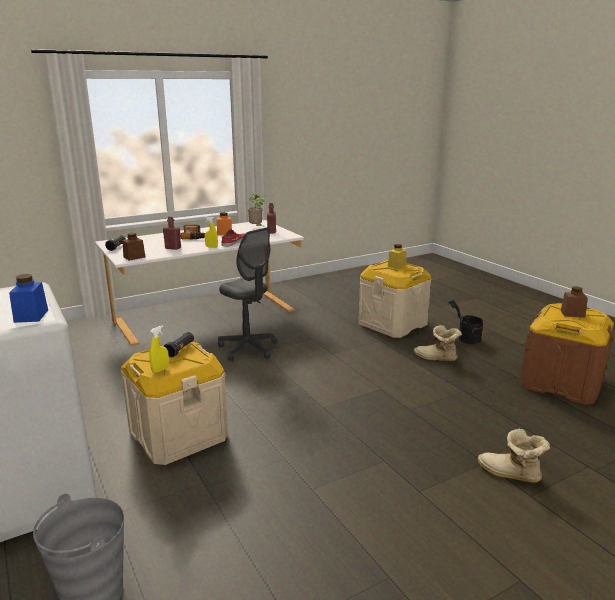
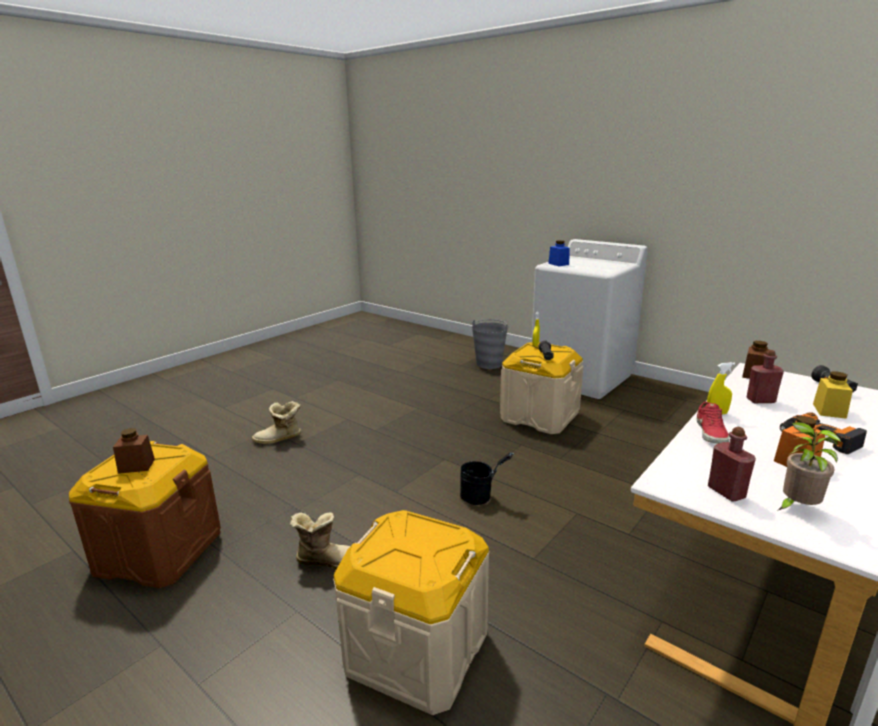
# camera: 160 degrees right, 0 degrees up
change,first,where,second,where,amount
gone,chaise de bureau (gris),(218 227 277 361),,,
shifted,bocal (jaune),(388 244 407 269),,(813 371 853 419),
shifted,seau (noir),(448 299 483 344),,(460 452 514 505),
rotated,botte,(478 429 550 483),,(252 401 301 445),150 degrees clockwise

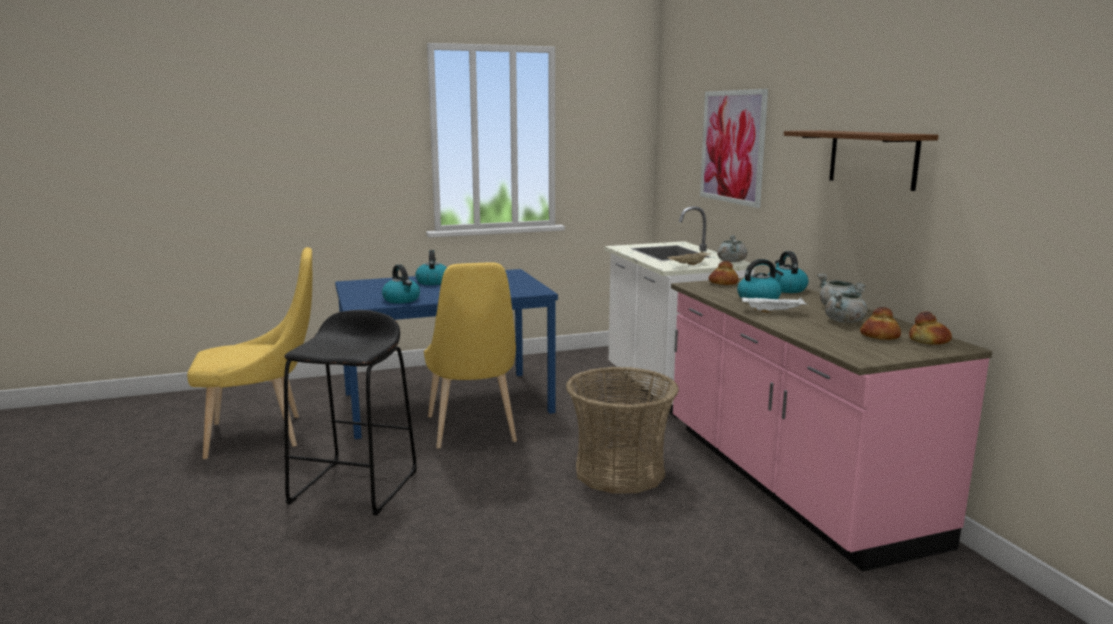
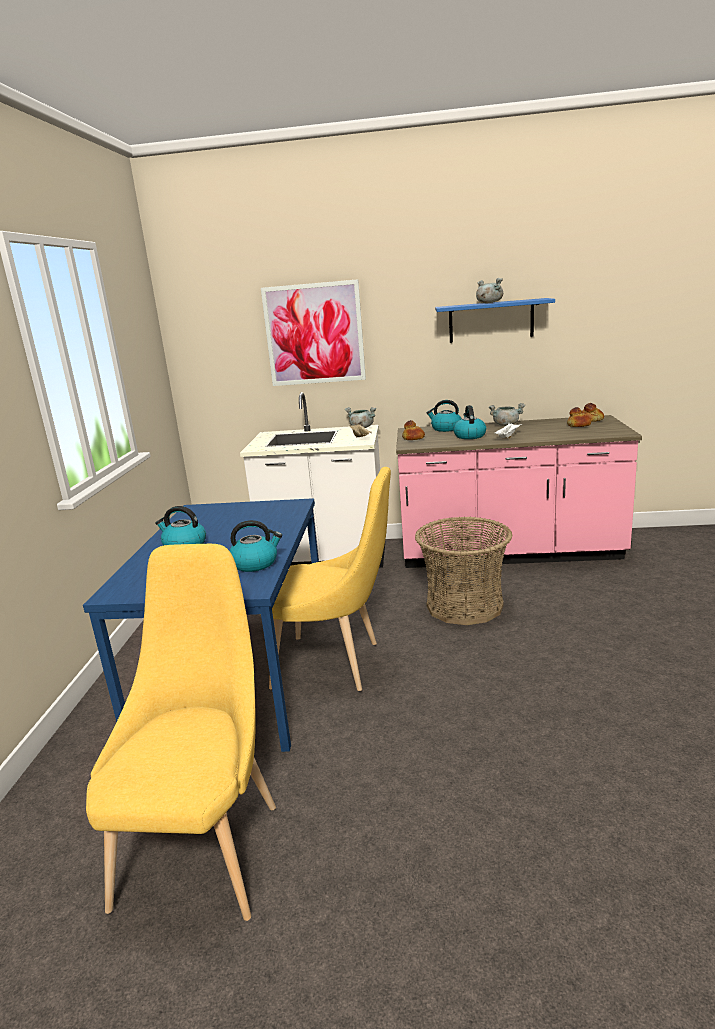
# camera: 65 degrees left, 5 degrees up
change,first,where,second,where,amount
gone,tabouret (noir),(284 310 417 516),,,
shifted,marmite (gris),(825 287 867 323),,(476 278 503 303),
repainted,étagère (marron),(784 131 939 191),étagère (bleu),(435 298 555 343),

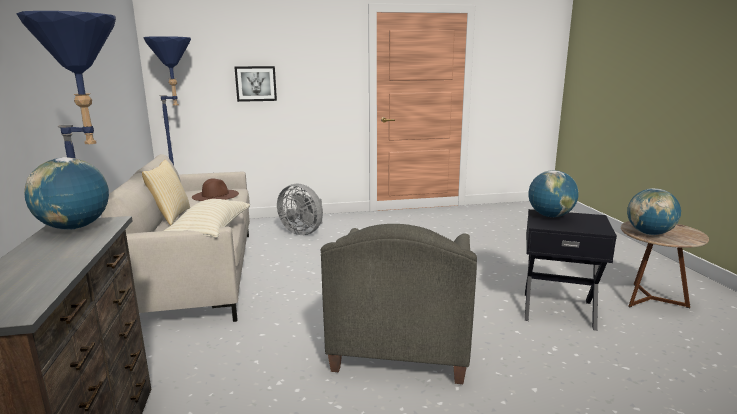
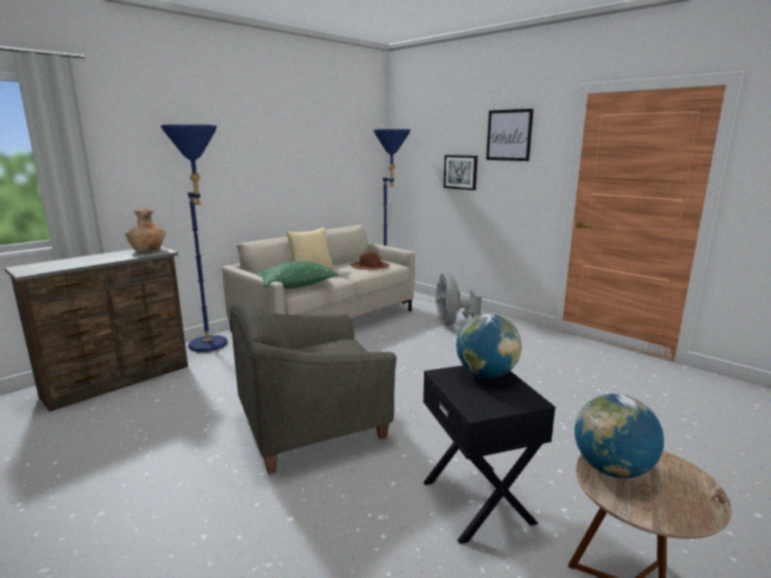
# camera: 55 degrees right, 0 degrees up
change,first,where,second,where,amount
new,,,tableau,(486 109 534 161),
swapped,globe,(24 157 109 230),vase (marron),(125 209 165 252),
repainted,coussin (beige),(164 199 250 238),coussin (vert),(256 261 339 288),

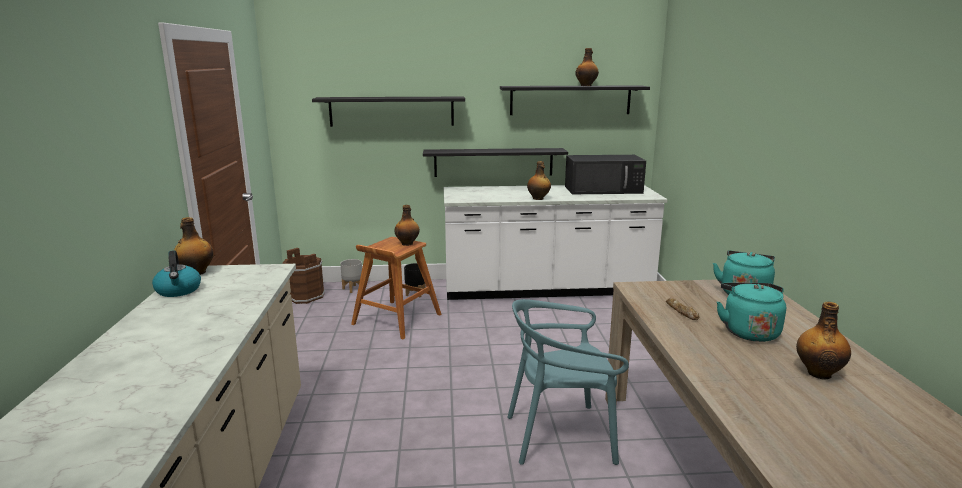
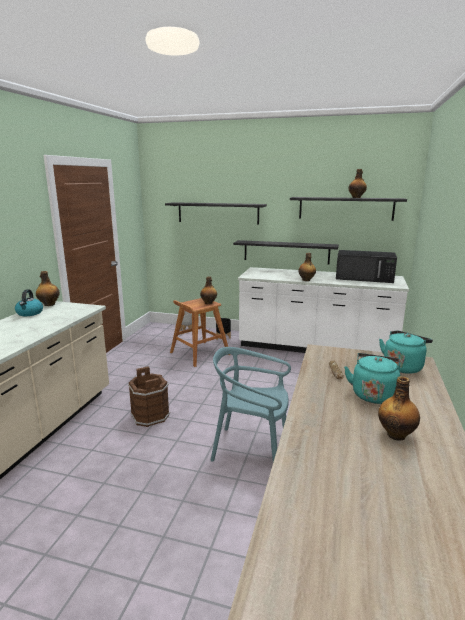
# camera: 20 degrees right, 0 degrees up
change,first,where,second,where,amount
shifted,seau (marron),(282 248 325 304),,(128 366 170 427),

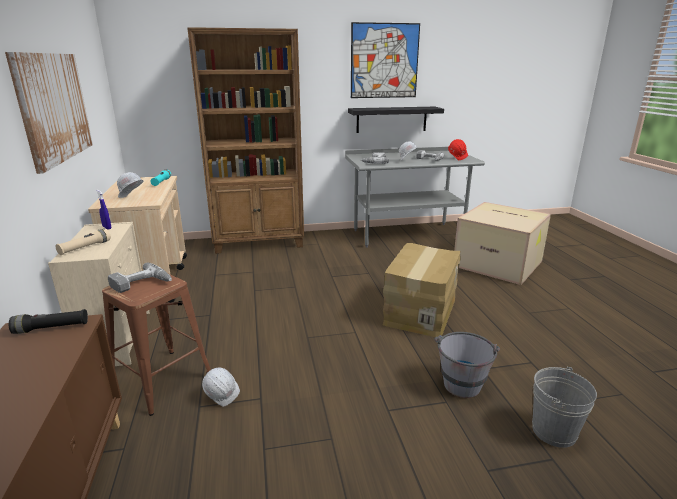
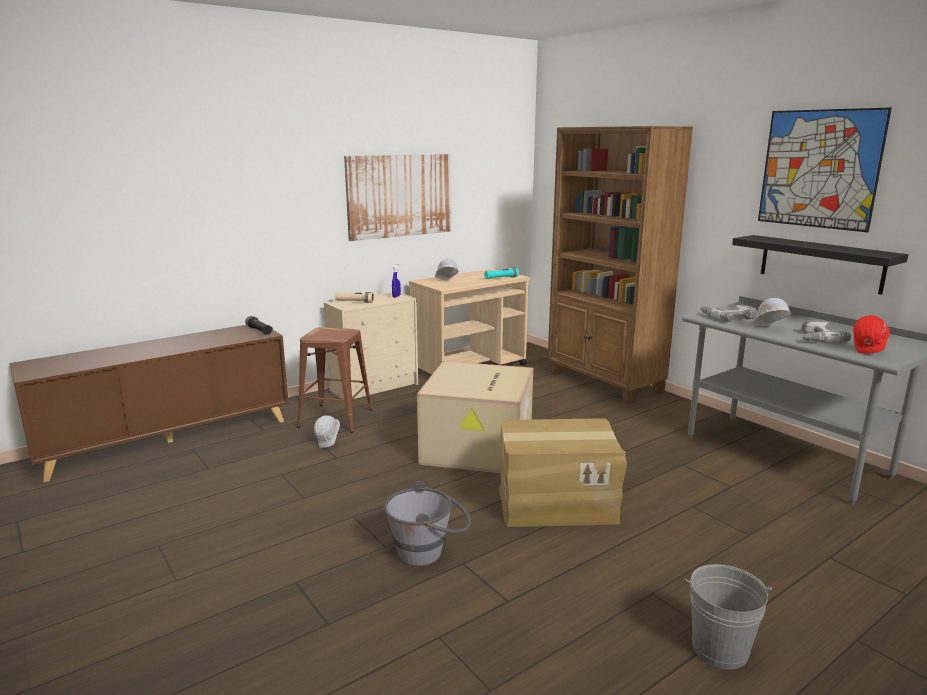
# camera: 65 degrees right, 5 degrees down
change,first,where,second,where,amount
gone,perceuse,(108 263 172 293),,,
shifted,carton,(454 202 551 285),,(417 361 533 473),
shifted,seau (gris),(532 367 597 448),,(685 564 772 669),

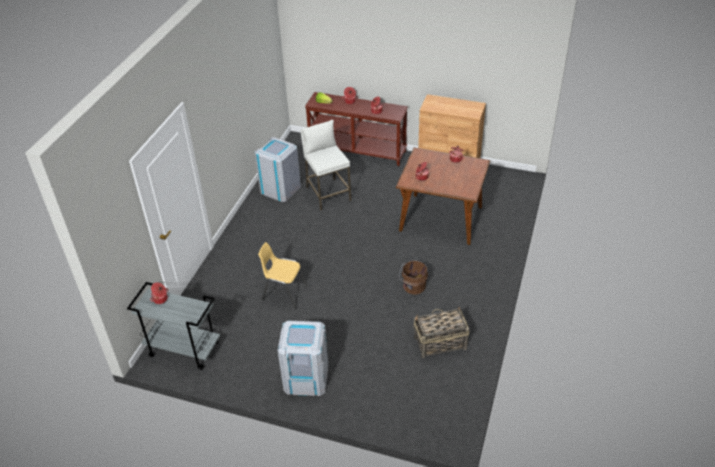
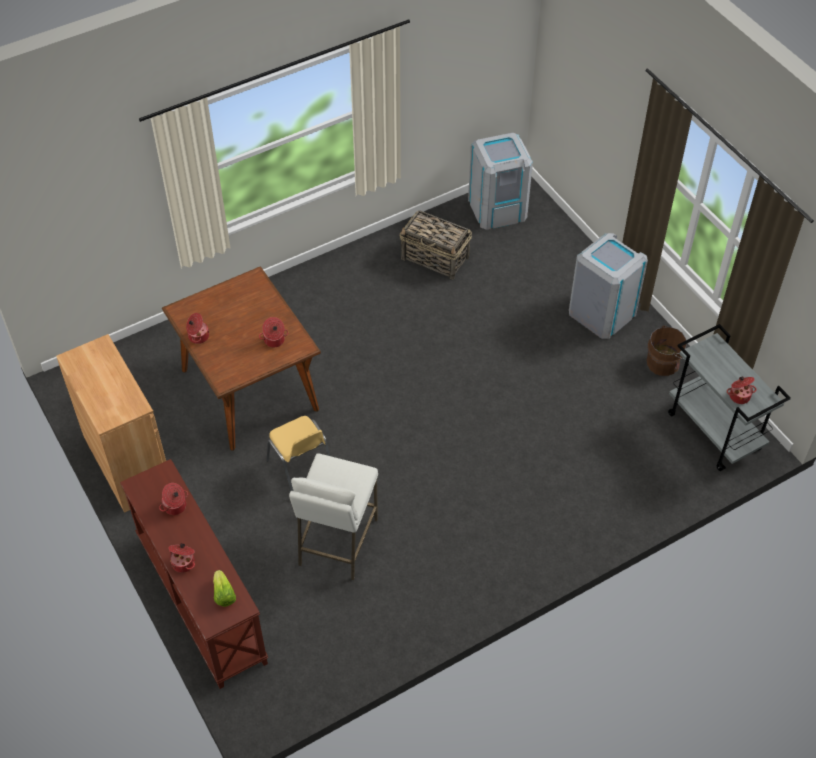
# camera: 140 degrees left, 10 degrees up
change,first,where,second,where,amount
shifted,poubelle (gris),(255 137 301 202),,(468 133 533 230),
shifted,chaise (jaune),(258 242 308 309),,(267 416 330 491),
shifted,seau (marron),(399 260 428 295),,(647 325 687 376),

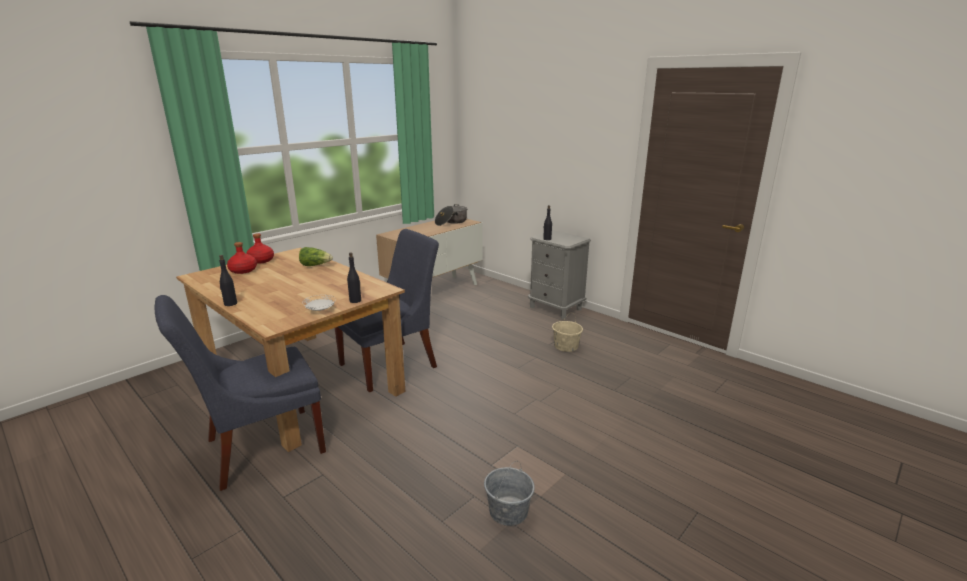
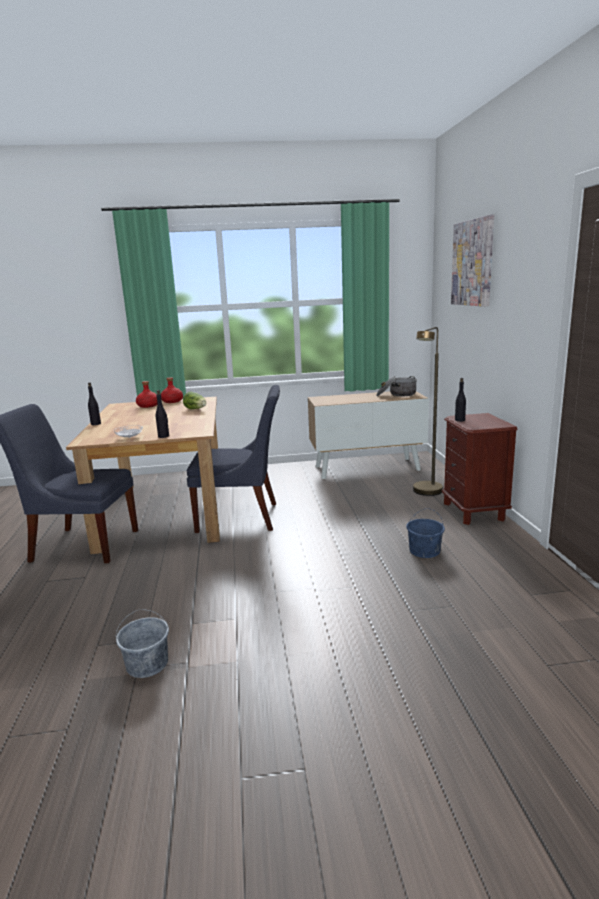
# camera: 40 degrees right, 5 degrees down
change,first,where,second,where,amount
new,,,lampadaire (marron),(413 327 443 496),
new,,,tableau,(451 214 494 307),
repainted,table de chevet (gris),(528 230 591 319),table de chevet (marron),(442 413 518 525),
repainted,seau (beige),(552 317 583 352),seau (bleu),(406 508 445 558),

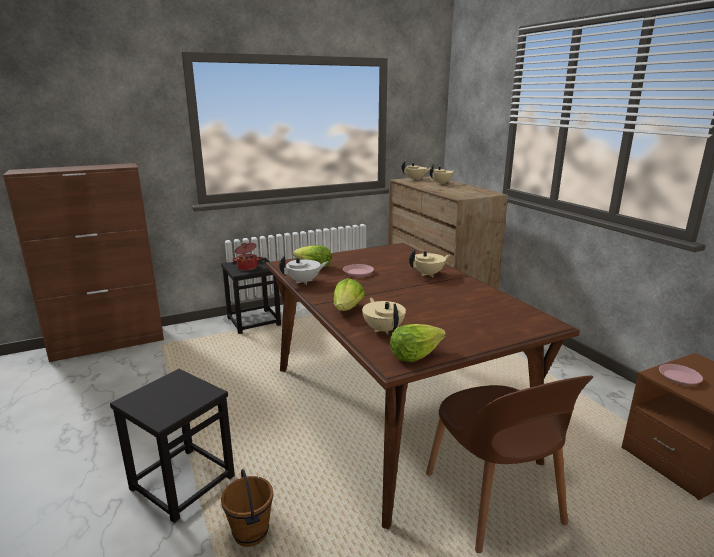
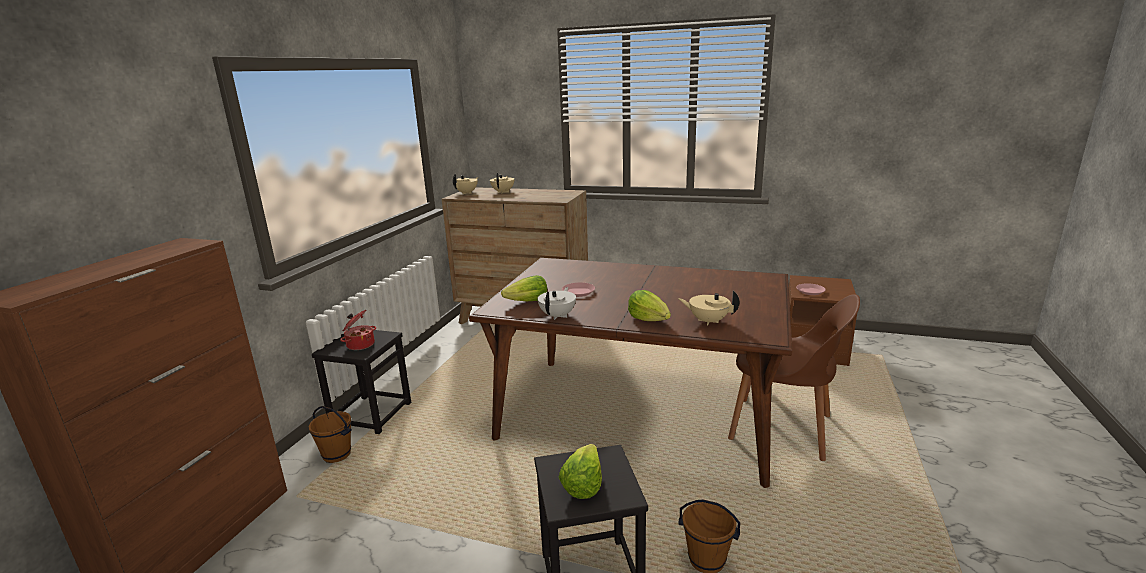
# camera: 45 degrees left, 0 degrees up
change,first,where,second,where,amount
gone,théière (beige),(409 249 450 277),,,
new,,,seau (marron),(309 406 351 463),
shifted,laitue,(390 324 446 362),,(559 444 602 499),

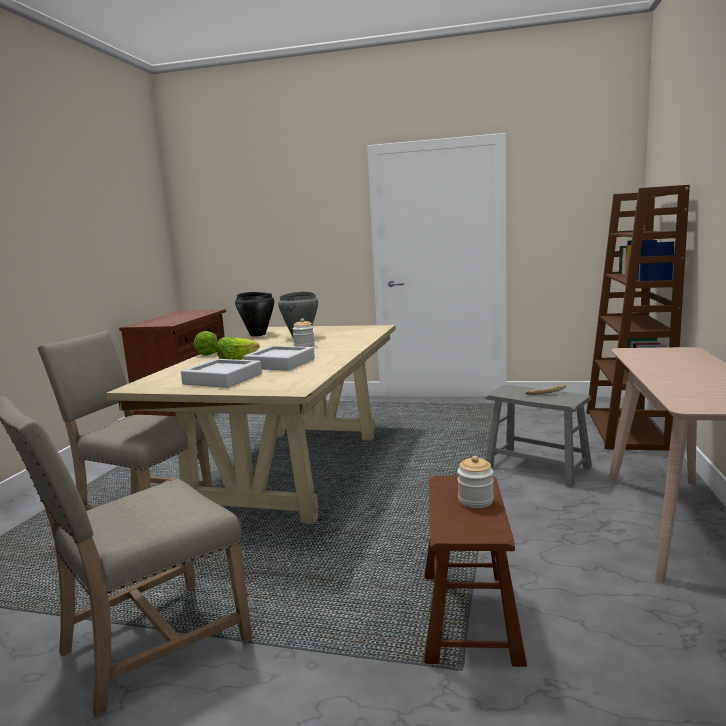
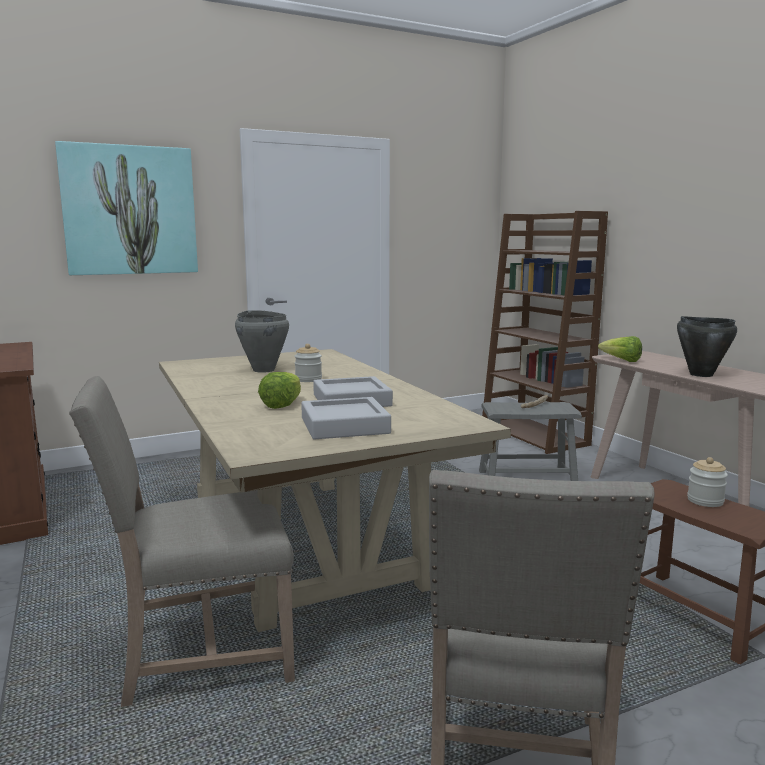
# camera: 40 degrees left, 0 degrees up
change,first,where,second,where,amount
new,,,tableau,(55 141 198 275),
shifted,laitue,(194 331 218 356),,(598 336 642 362),
shifted,marmite (noir),(235 292 274 336),,(677 316 737 377),

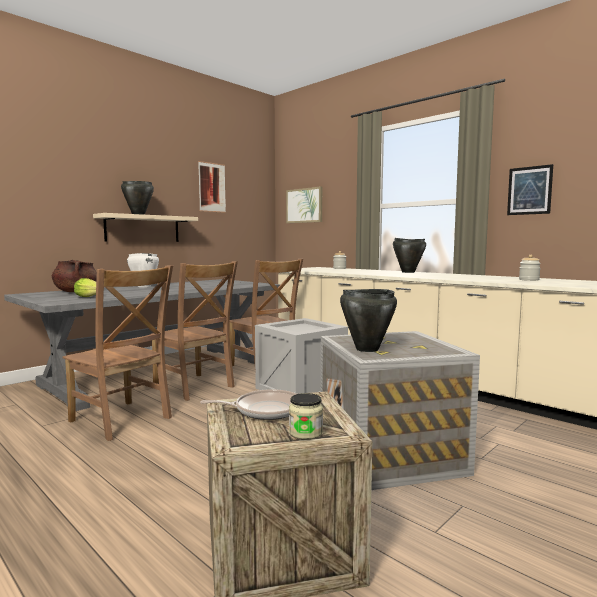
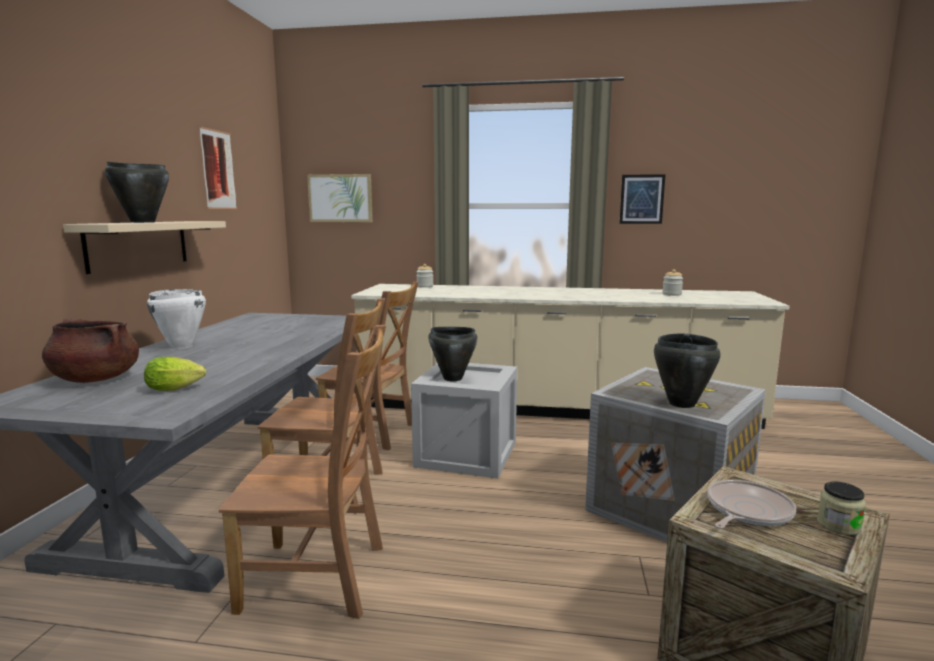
# camera: 35 degrees left, 5 degrees up
change,first,where,second,where,amount
shifted,marmite (noir),(393 238 426 273),,(428 327 478 381),

